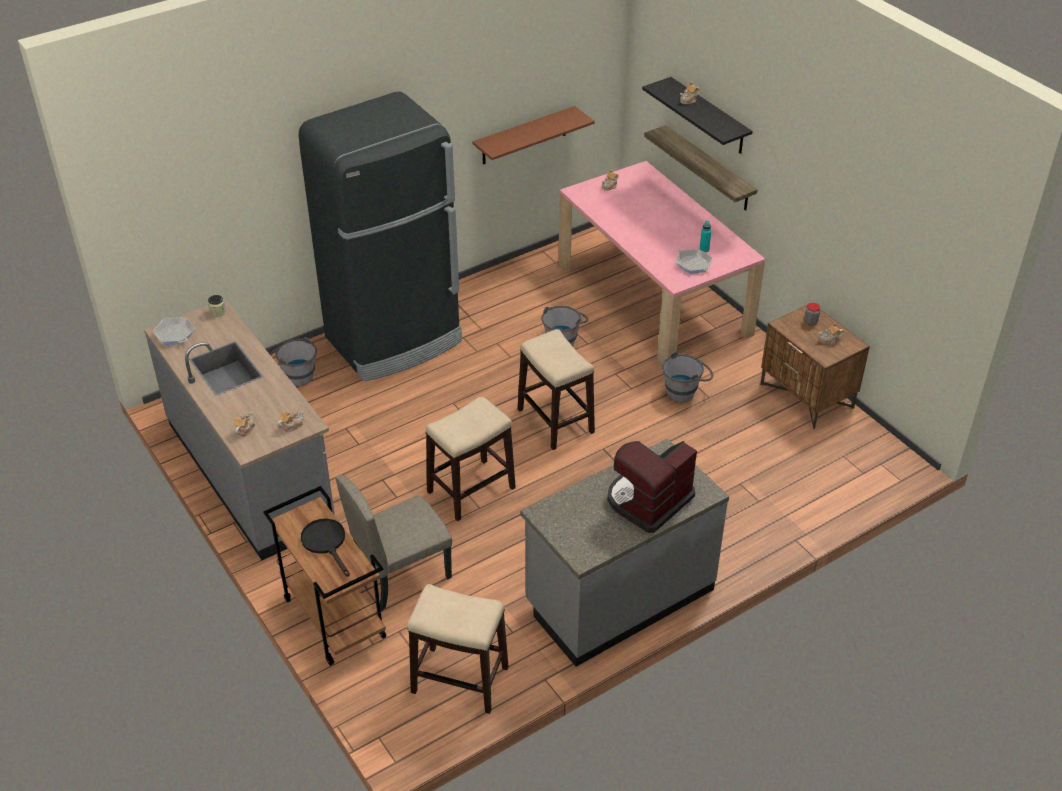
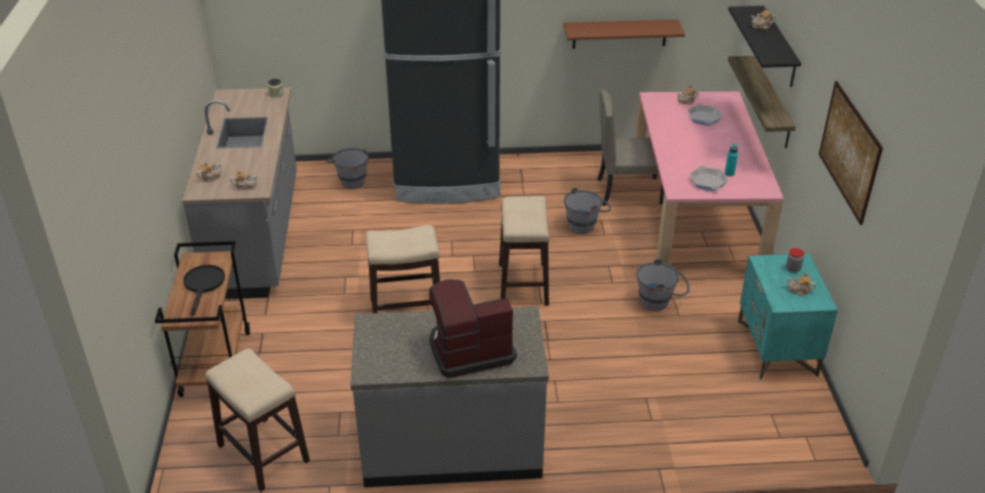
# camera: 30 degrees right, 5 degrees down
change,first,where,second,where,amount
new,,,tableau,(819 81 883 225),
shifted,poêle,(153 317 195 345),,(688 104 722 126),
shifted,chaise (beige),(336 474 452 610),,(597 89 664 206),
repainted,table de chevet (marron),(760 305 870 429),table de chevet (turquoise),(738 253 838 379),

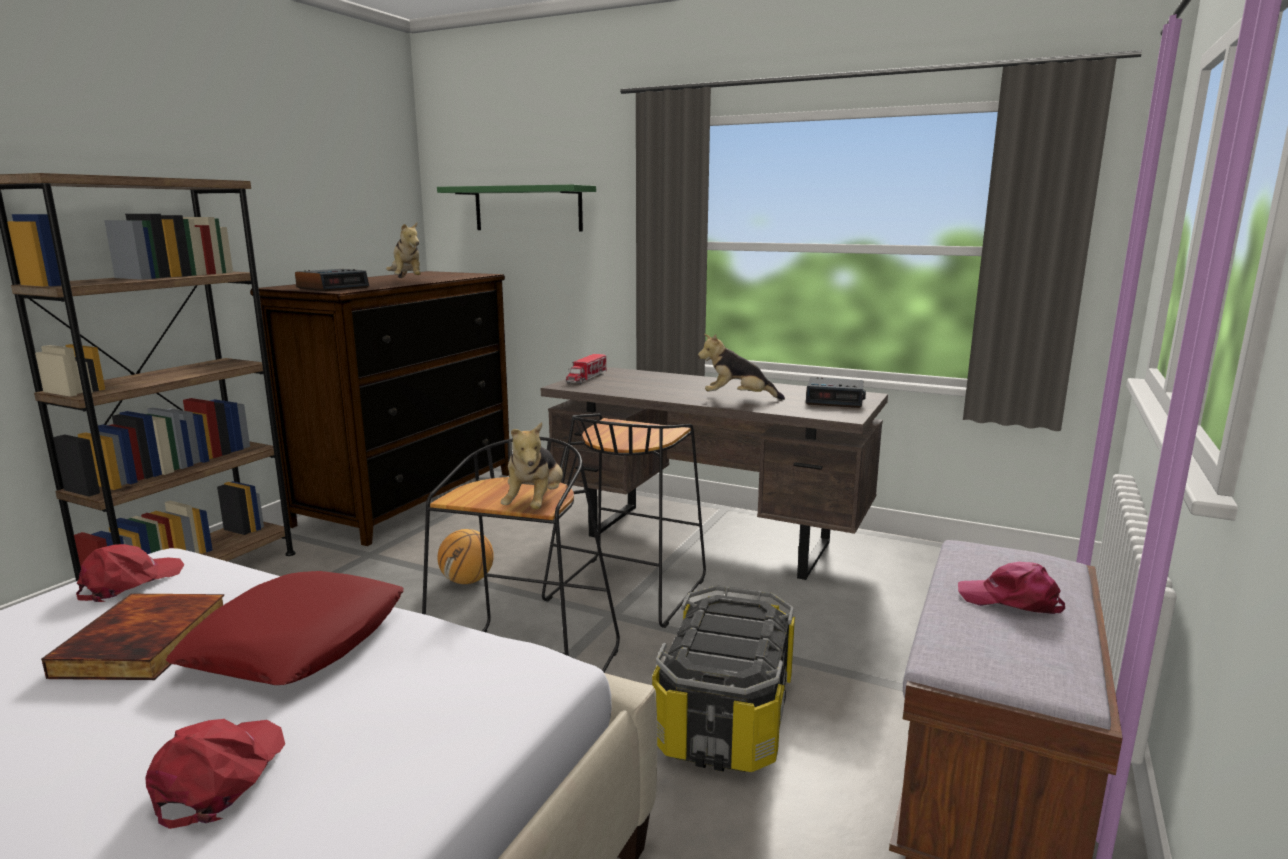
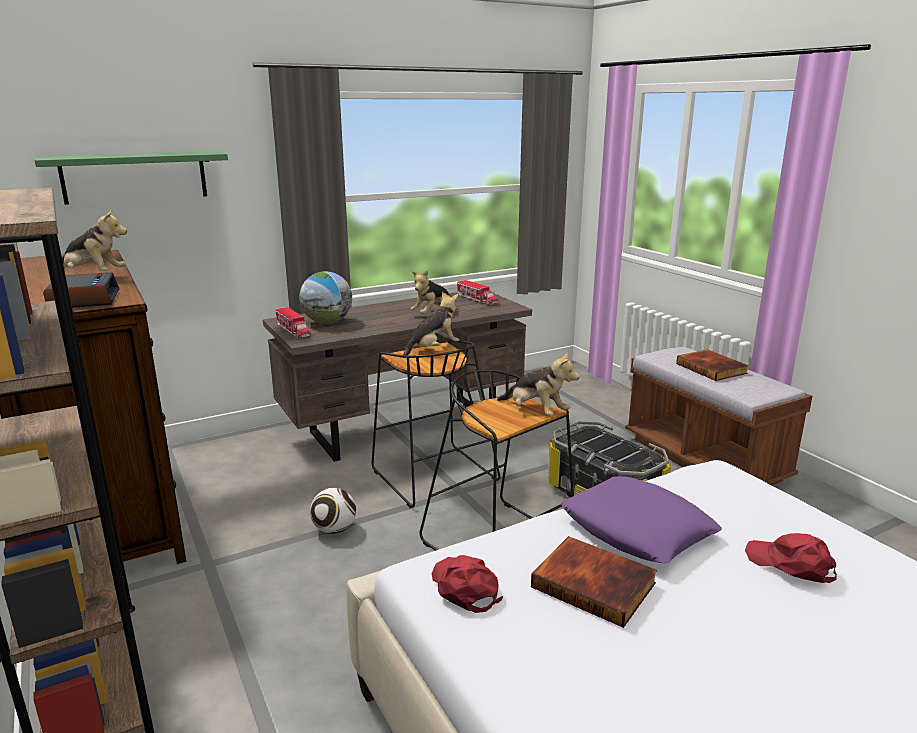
# camera: 55 degrees left, 5 degrees up
change,first,where,second,where,amount
new,,,globe,(299 272 352 324),
new,,,peluche,(403 292 459 356),
swapped,ballon de basket,(438 529 494 584),ballon de foot,(310 488 356 534),
swapped,réveil,(806 377 866 408),camion jouet,(457 280 498 305),
swapped,casquette (rose),(958 562 1065 614),livre,(676 349 749 381),
repainted,coussin (rouge),(165 571 404 685),coussin (violet),(561 476 722 563),

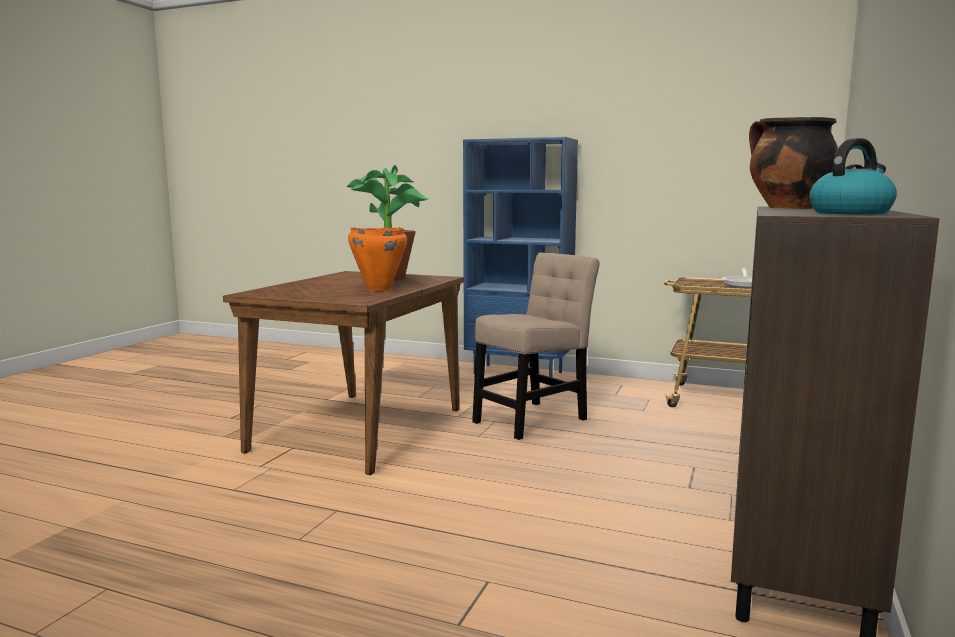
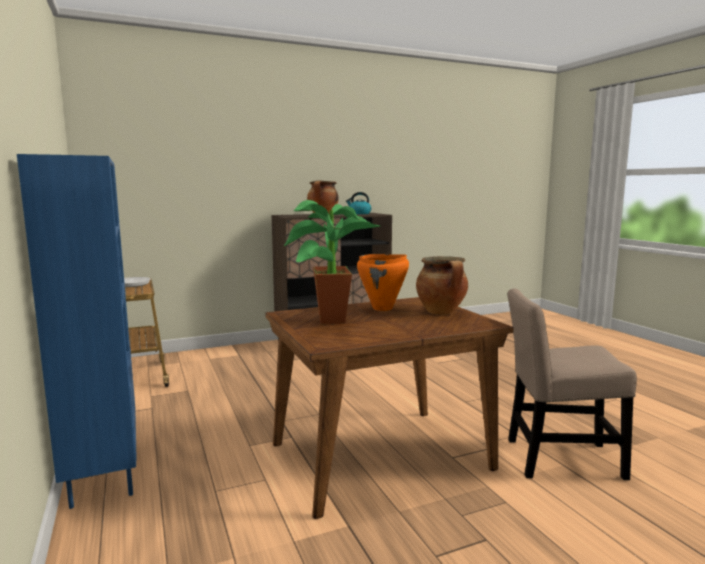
# camera: 135 degrees left, 0 degrees up
change,first,where,second,where,amount
new,,,marmite,(416 256 468 315),
shifted,chaise (beige),(472 253 600 440),,(508 288 637 480),

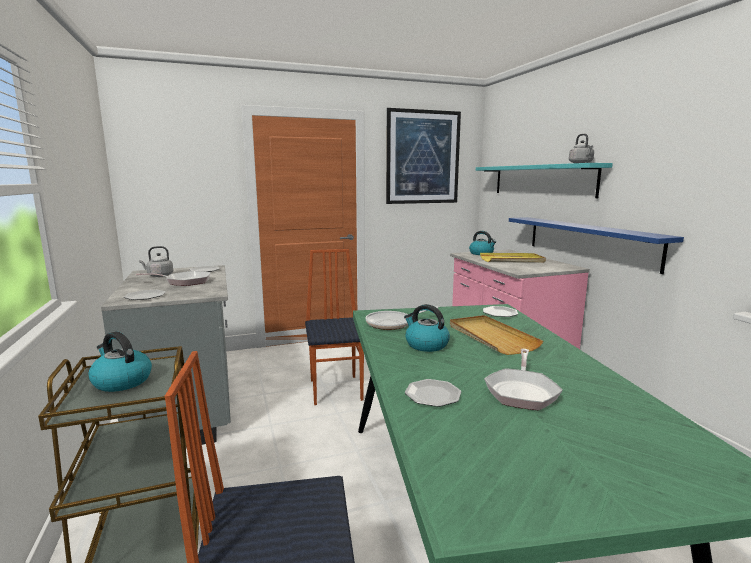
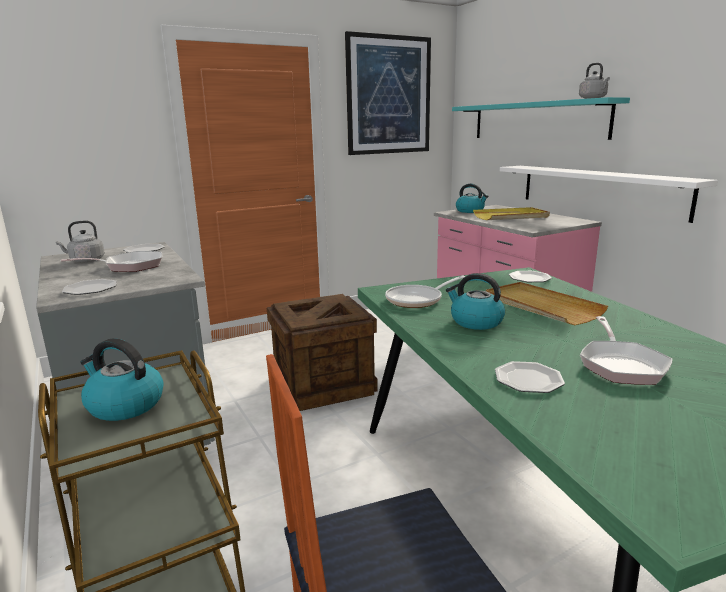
# camera: 10 degrees left, 5 degrees up
change,first,where,second,where,amount
swapped,chaise,(305 249 364 405),caisse,(267 294 378 411),
repainted,étagère (bleu),(509 217 684 274),étagère (blanc),(500 166 718 223),

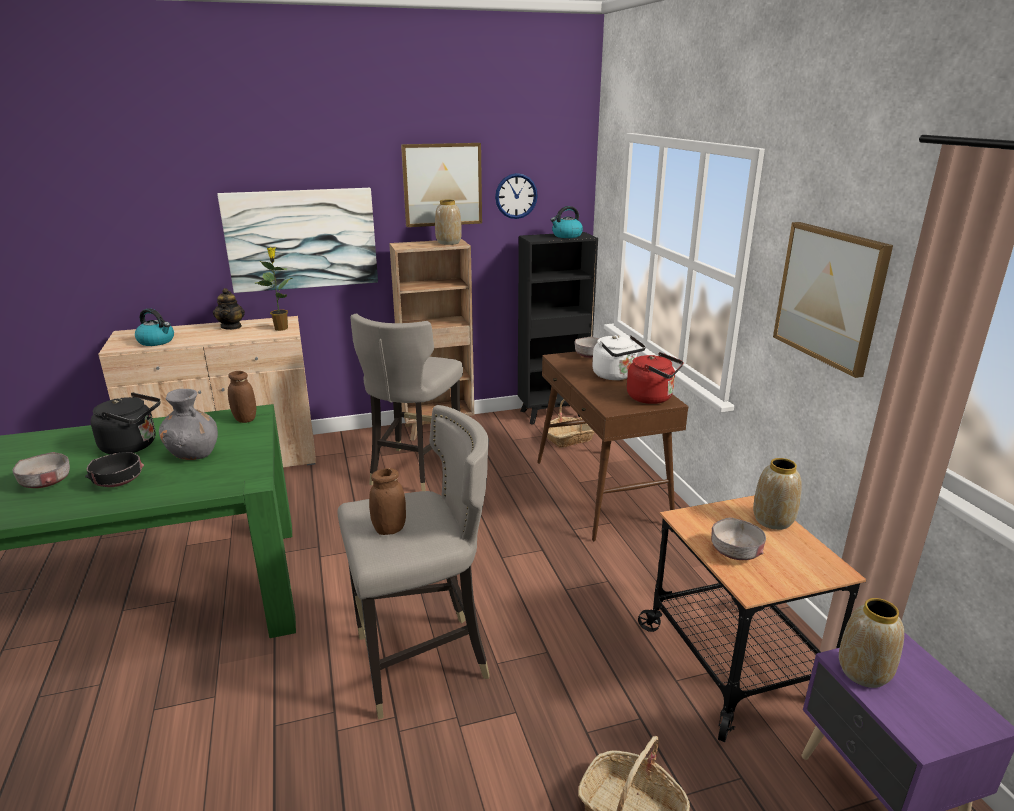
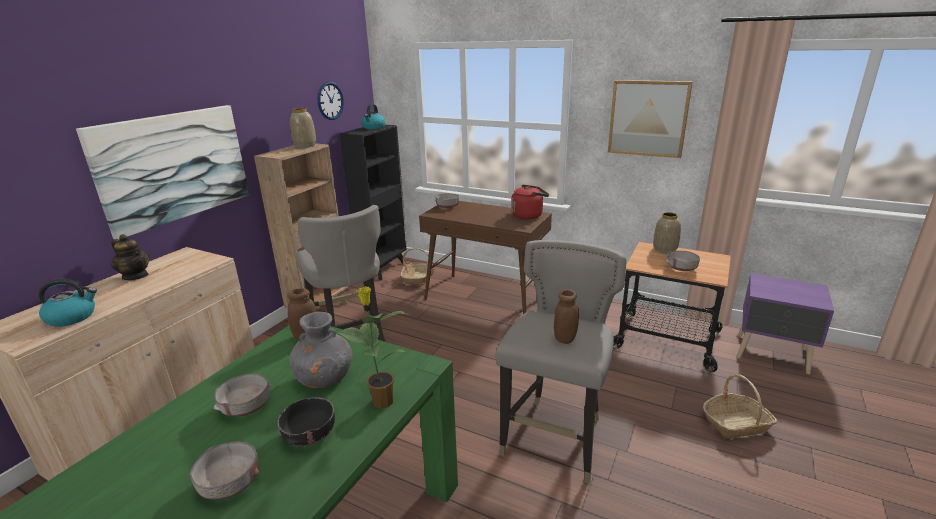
# camera: 45 degrees left, 0 degrees up
change,first,where,second,where,amount
gone,tableau,(401 143 482 227),,,
gone,bouilloire (blanc),(592 335 646 380),,,
gone,vase,(839 598 904 688),,,
shifted,plante en pot,(255 247 293 331),,(338 286 407 409),
swapped,bouilloire (noir),(91 393 160 454),bol (gris),(214 373 271 416),

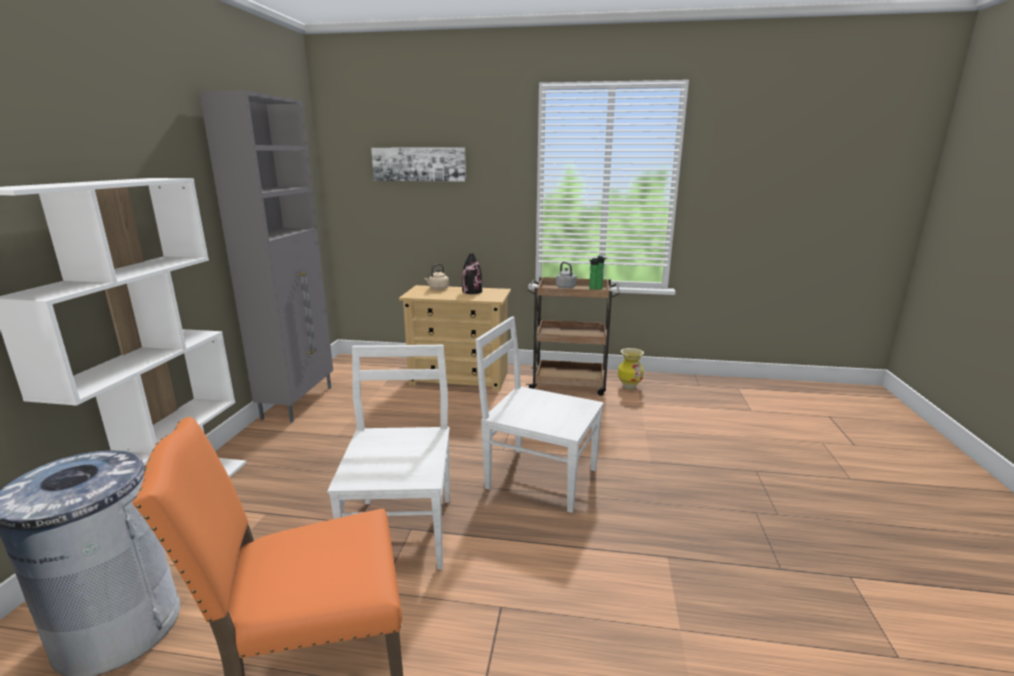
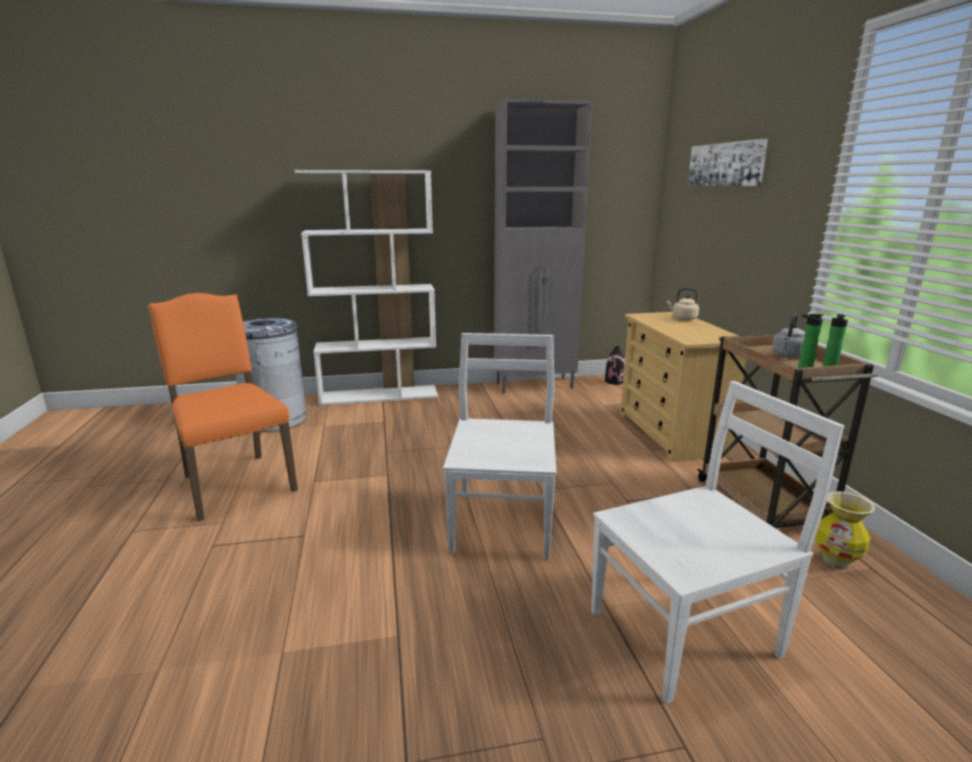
# camera: 70 degrees right, 0 degrees up
change,first,where,second,where,amount
shifted,chaise (blanc),(327 345 450 569),,(591 381 844 704),
shifted,vase (noir),(462 254 482 294),,(605 346 625 385),

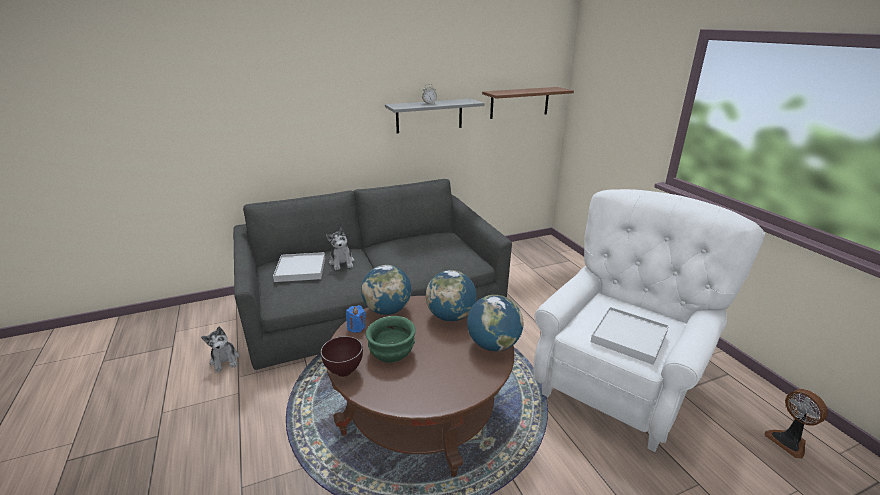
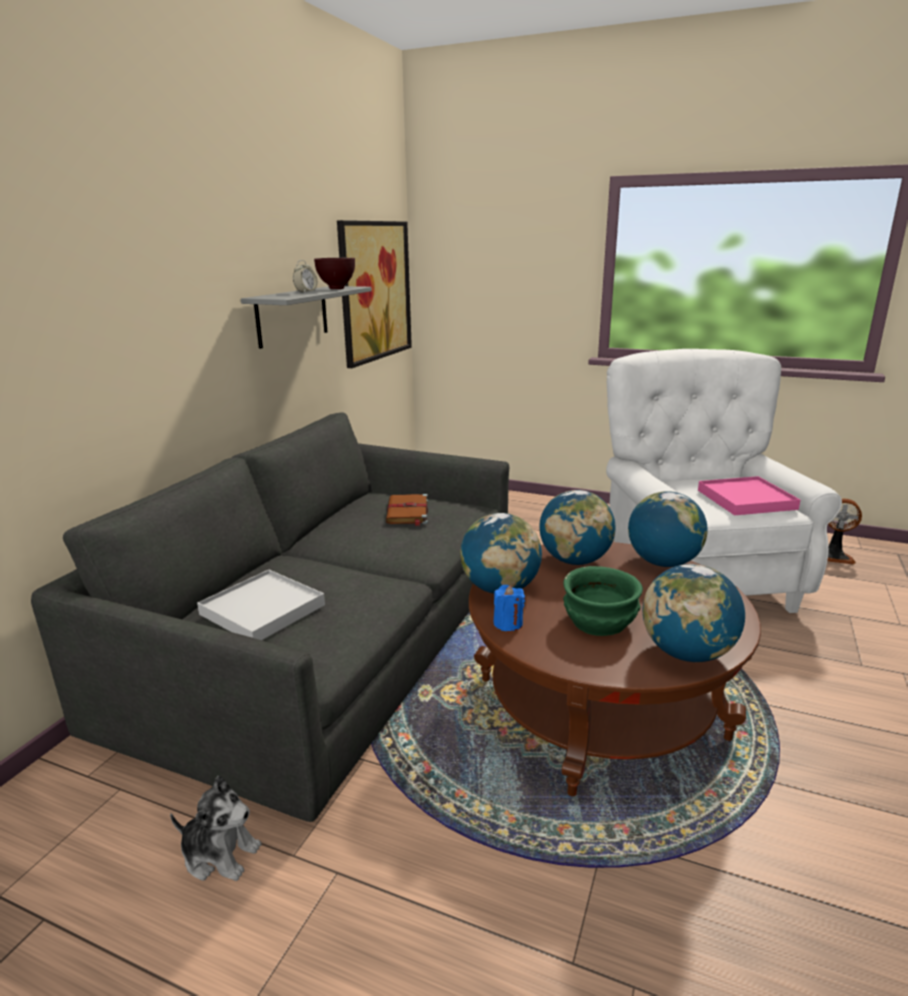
# camera: 45 degrees left, 5 degrees down
change,first,where,second,where,amount
gone,peluche,(326 228 355 270),,,
new,,,livre (marron),(385 494 428 526),
new,,,globe,(643 564 745 662),
shifted,bol (marron),(321 336 363 377),,(314 258 355 289),
swapped,étagère (marron),(482 87 574 119),tableau,(337 220 412 368),
repainted,plateau (blanc),(591 307 669 365),plateau (rose),(698 476 800 515),

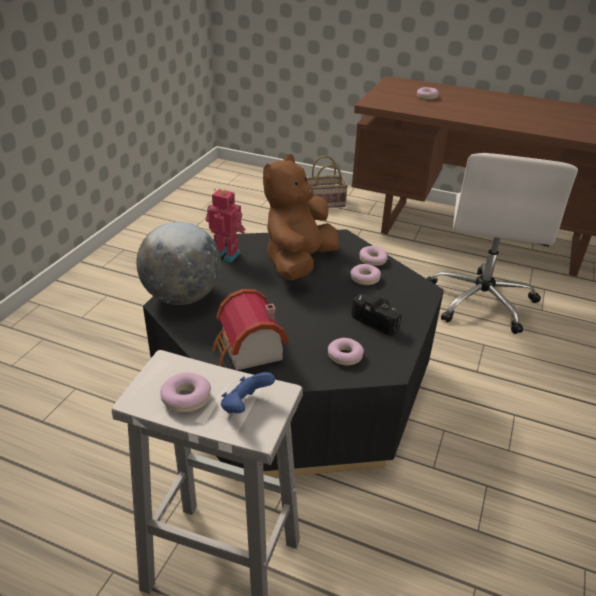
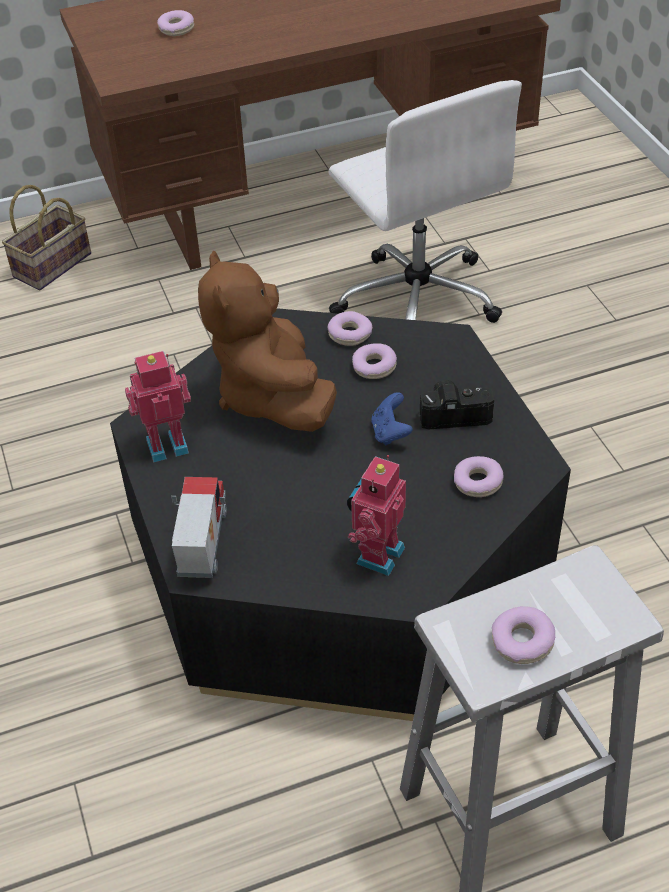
# camera: 40 degrees left, 10 degrees up
change,first,where,second,where,amount
shifted,manette (bleu),(221 372 275 413),,(371 392 412 446),
swapped,globe,(136 222 221 305),camion jouet,(171 477 226 578),
swapped,maison miniature,(212 289 289 370),robot jouet,(347 455 406 576),

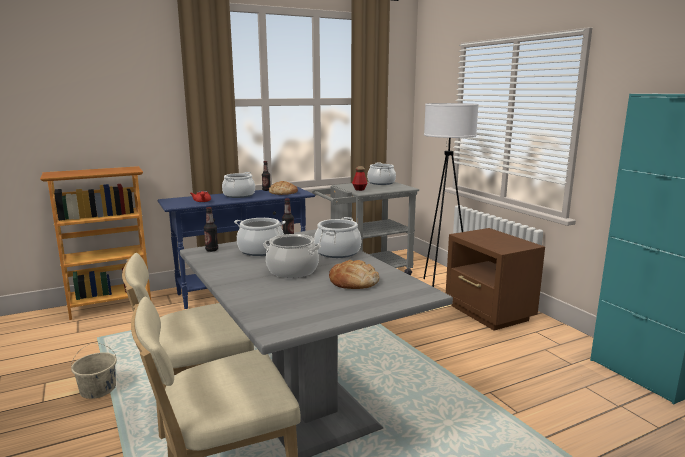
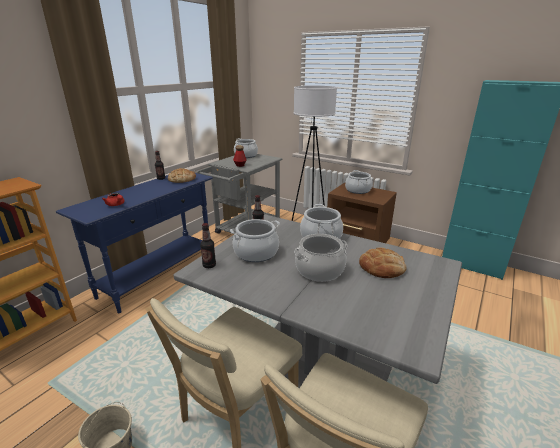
# camera: 30 degrees left, 10 degrees up
change,first,where,second,where,amount
shifted,marmite,(222 172 255 198),,(345 170 372 194),

